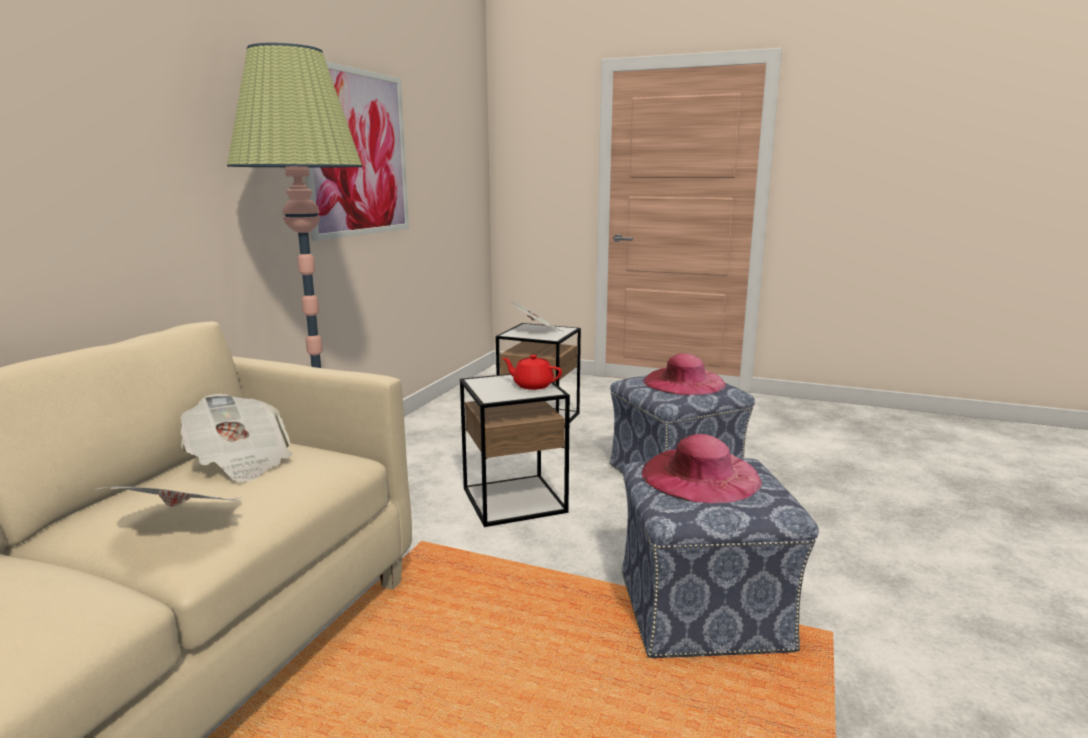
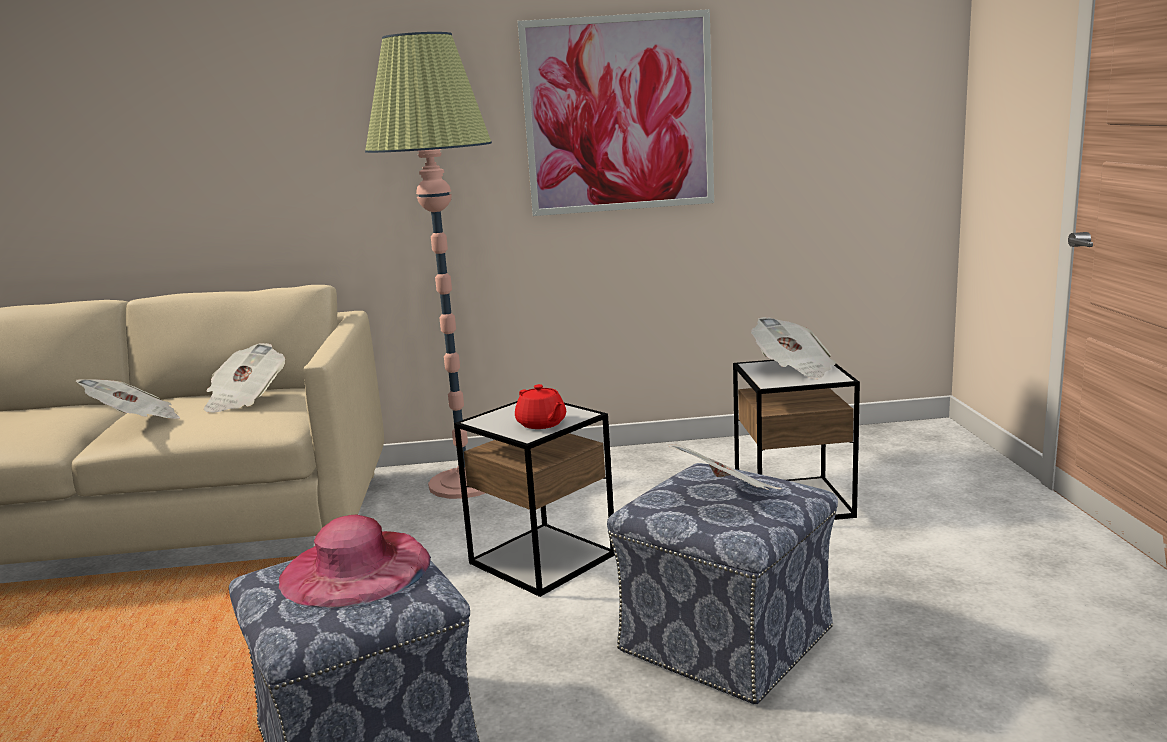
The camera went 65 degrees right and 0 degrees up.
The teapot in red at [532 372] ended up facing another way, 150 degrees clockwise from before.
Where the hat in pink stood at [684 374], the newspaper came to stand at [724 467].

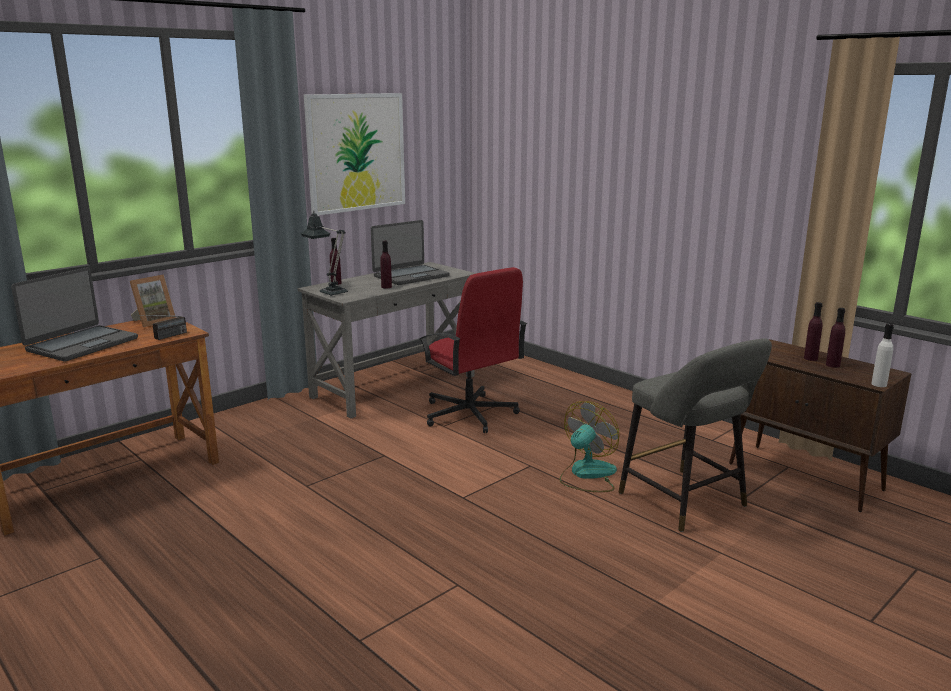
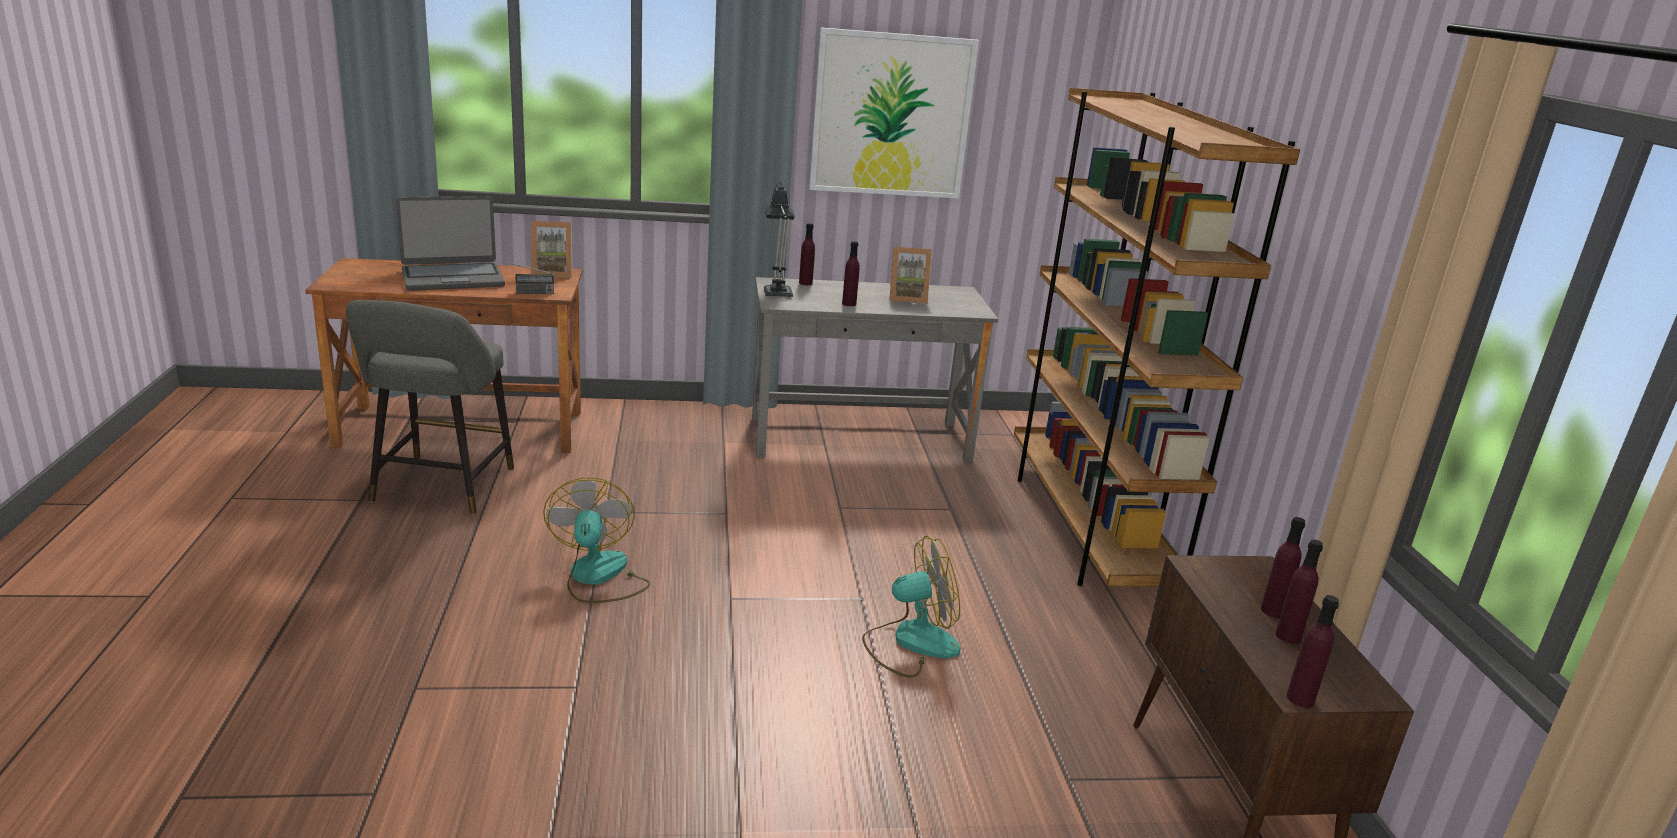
The camera went 35 degrees right and 5 degrees up.
The stool in grey ended up elsewhere, having gone from [695 435] to [430 407].
The second view gained the fan at [596 540].
Where the laptop stood at [410 252], the picture frame came to stand at [910 275].
The second view gained the bookcase in brown at [1157 337].
What was the bottle in white at [882 355] turned into the bottle in purple at [1312 651].
The second view lost the office chair in red at [473 350].

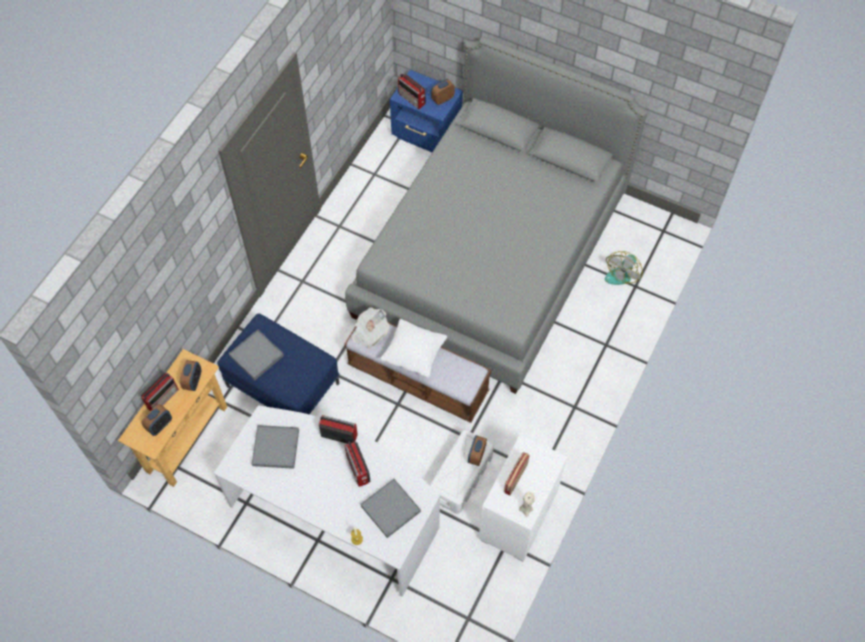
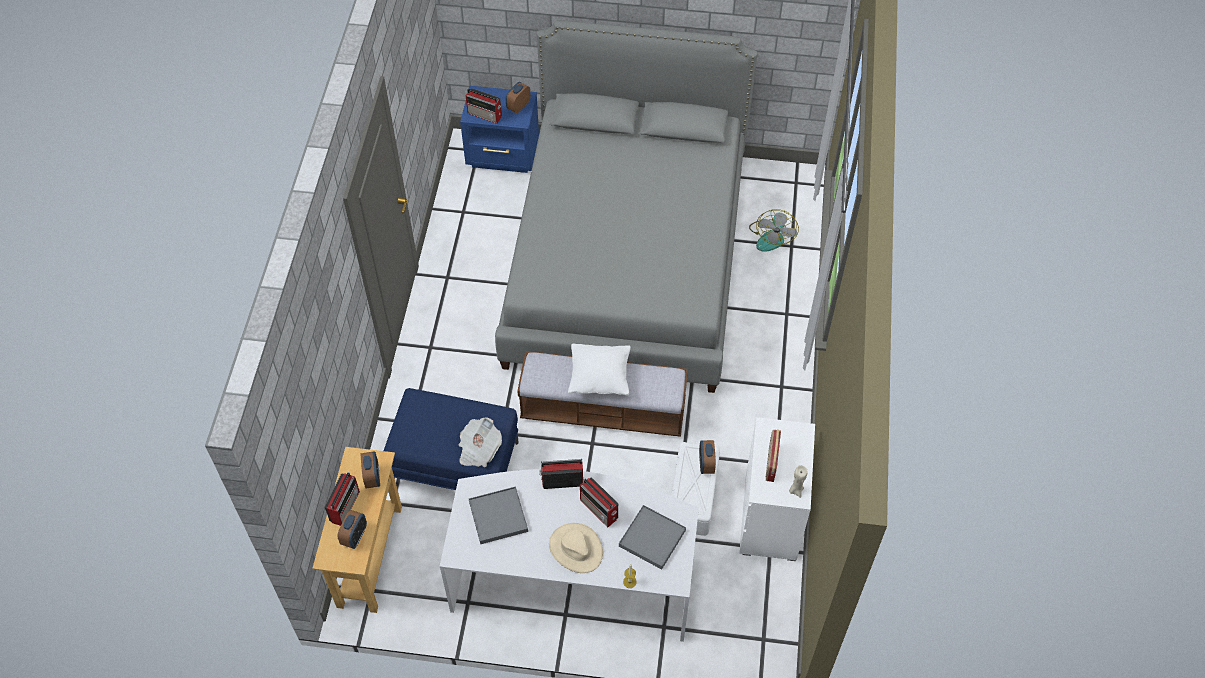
The camera went 20 degrees left and 5 degrees down.
The newspaper ended up elsewhere, having gone from [370 328] to [480 442].
The second view gained the hat in beige at [576 548].
The second view lost the tray in grey at [256 354].

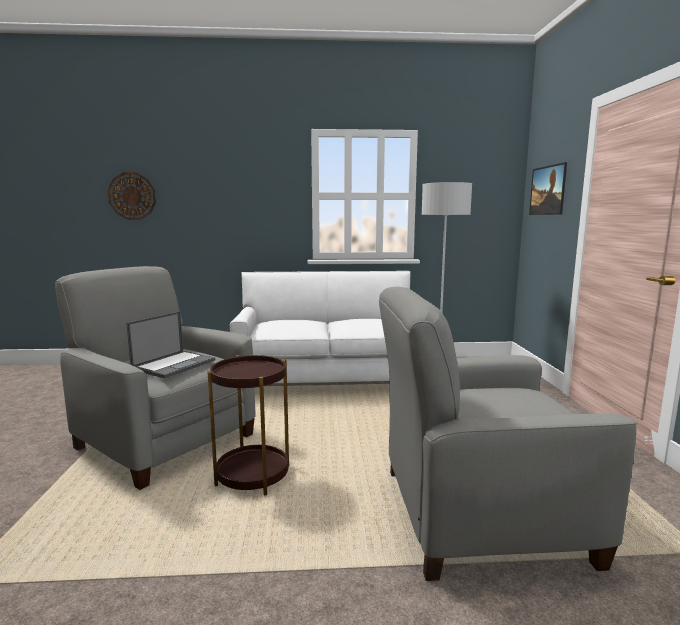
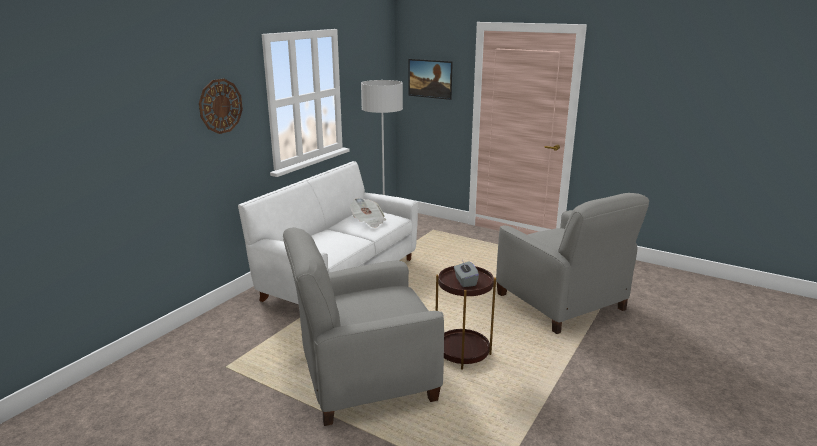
The camera went 55 degrees left and 10 degrees up.
The wall clock ended up elsewhere, having gone from [132 196] to [221 106].
The second view gained the newspaper at [368 213].
The second view gained the tissue box in grey at [466 273].
The armchair in grey at [508 434] ended up facing another way, 60 degrees counterclockwise from before.
The second view lost the laptop at [170 344].

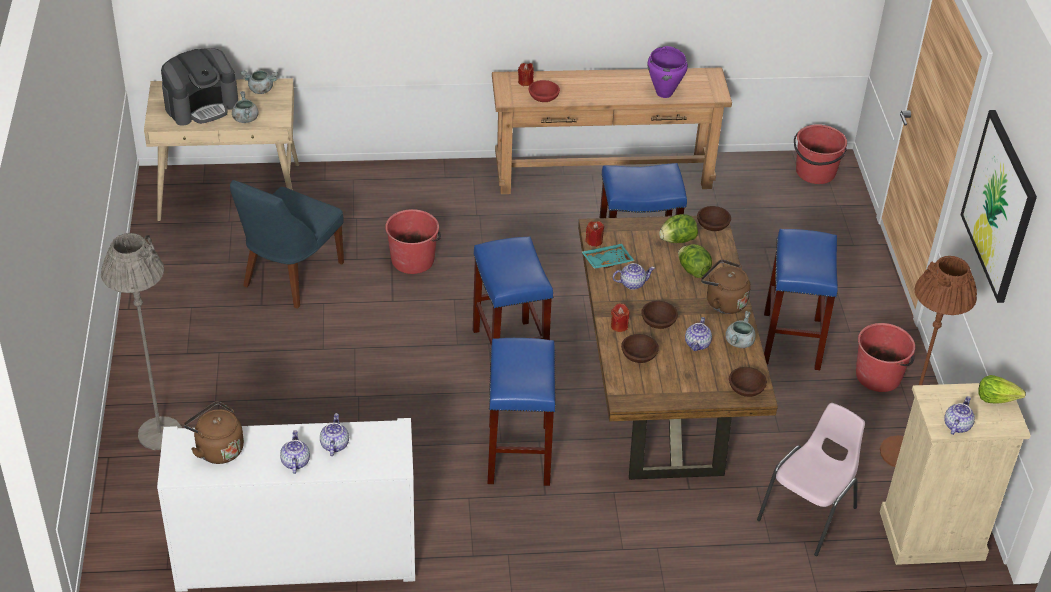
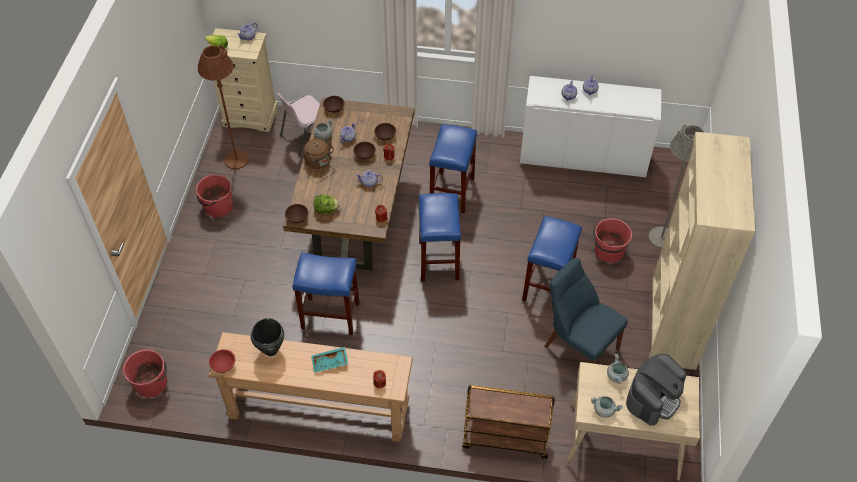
The camera went 165 degrees left and 10 degrees up.
The bowl in red ended up elsewhere, having gone from [544 91] to [222 361].
What was the cooking pot in purple at [667 72] turned into the cooking pot in black at [267 337].
The tray in turquoise ended up elsewhere, having gone from [608 256] to [329 360].
The second view gained the cart in brown at [508 422].
The stool in blue ended up elsewhere, having gone from [801 299] to [552 259].
The chair in blue at [287 244] ended up facing another way, 90 degrees counterclockwise from before.
The bucket in red ended up elsewhere, having gone from [413 241] to [612 240].
The coffee machine at [199 87] ended up facing another way, 150 degrees clockwise from before.
The second view gained the bookcase in beige at [702 251].
The second view lost the kettle in brown at [214 432].
The second view lost the lettuce at [695 261].
The second view lost the picture at [998 206].

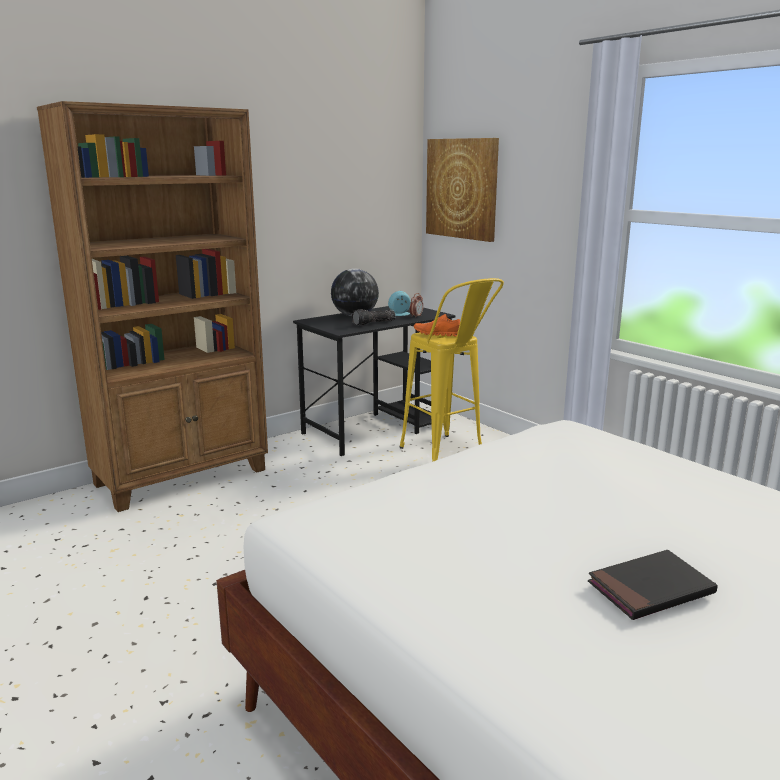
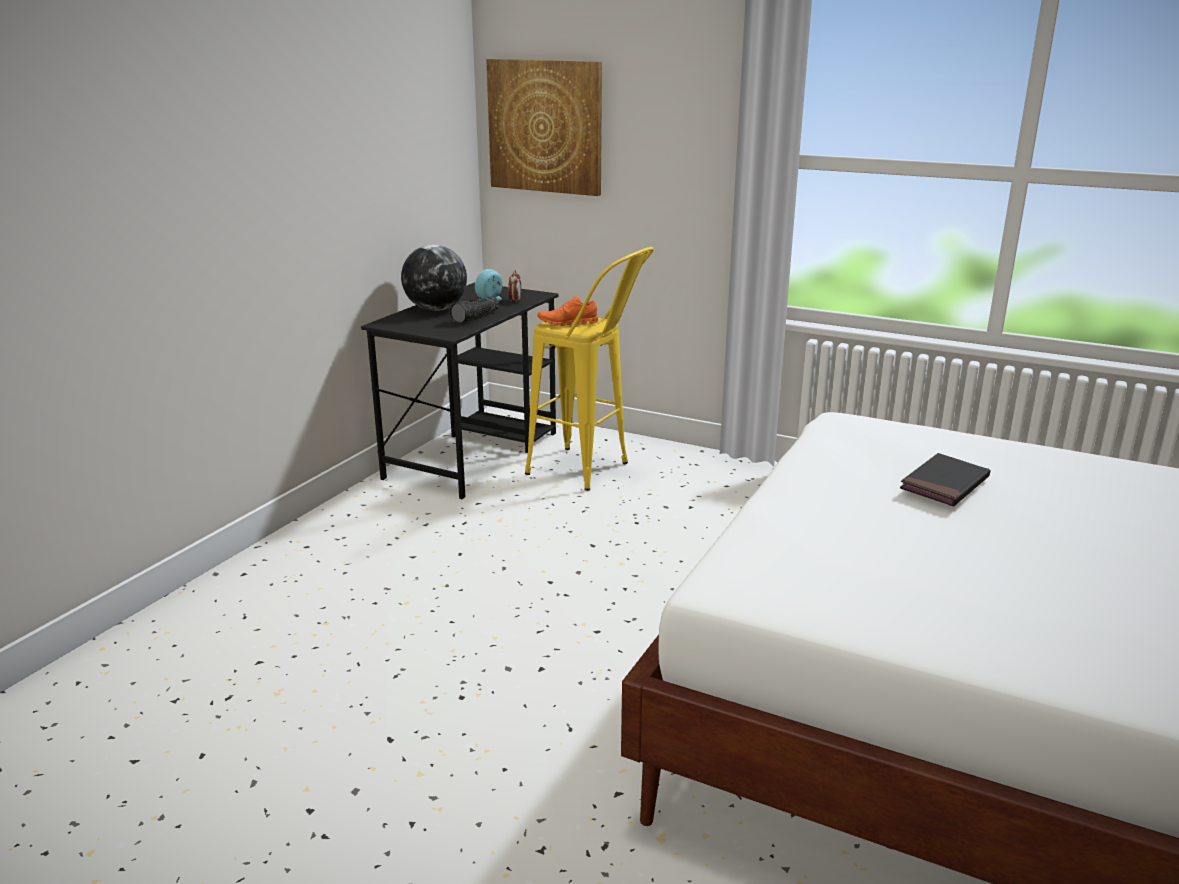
The camera went 25 degrees left and 5 degrees up.
The book in black ended up elsewhere, having gone from [653 585] to [945 479].
The second view lost the bookcase in brown at [152 306].

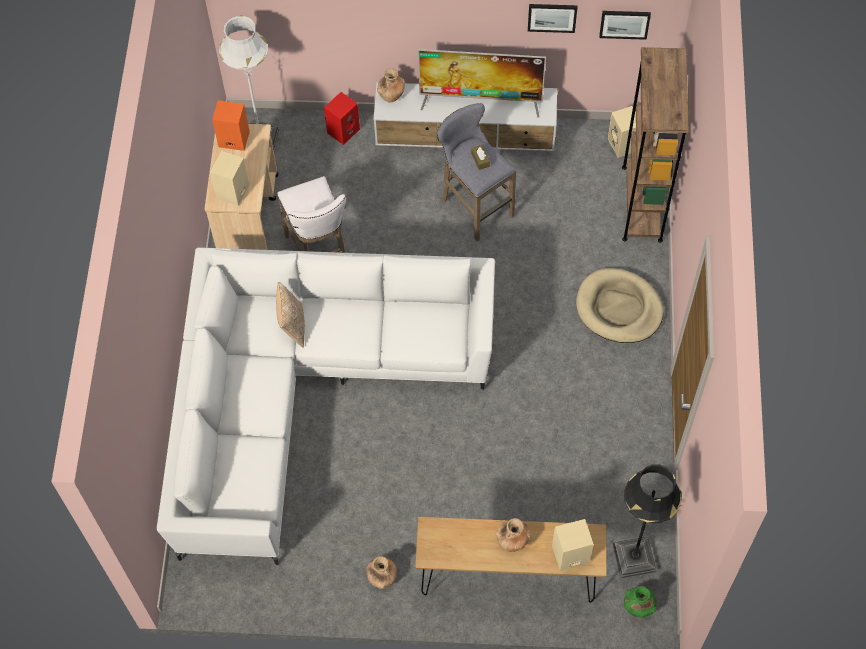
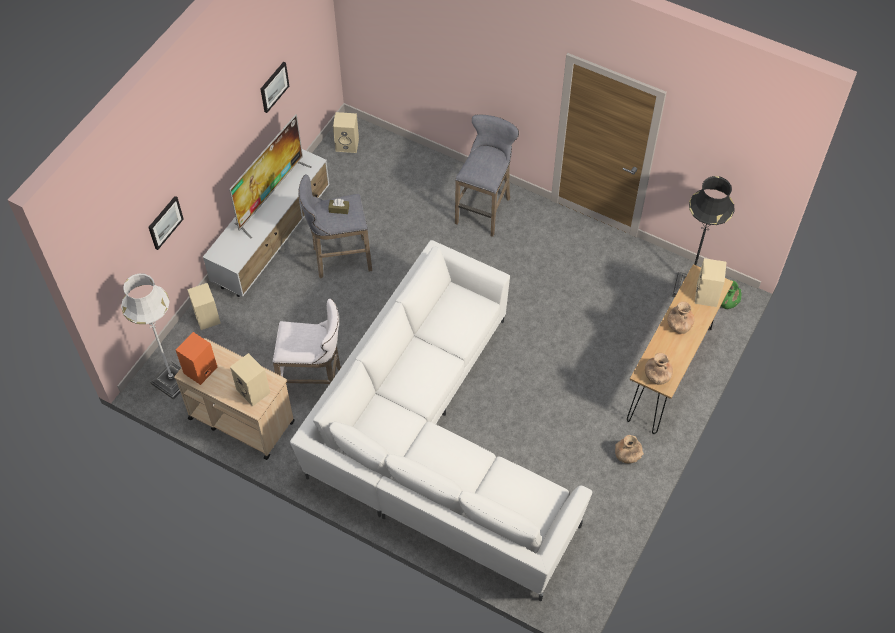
The camera went 65 degrees left and 5 degrees down.
The picture ended up elsewhere, having gone from [625 25] to [166 223].
What was the speaker in red at [342 118] turned into the speaker in beige at [204 306].
Where the dog bed in beige stood at [620 305], the stool in grey came to stand at [487 176].
The vase in brown ended up elsewhere, having gone from [391 85] to [659 369].
The second view lost the pillow at [290 315].
The second view lost the bookcase in brown at [655 145].

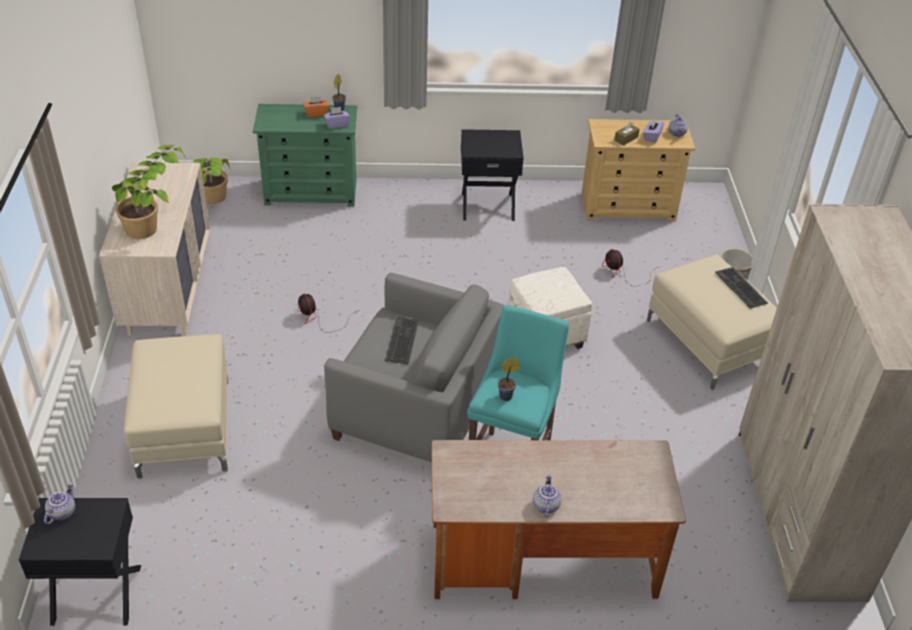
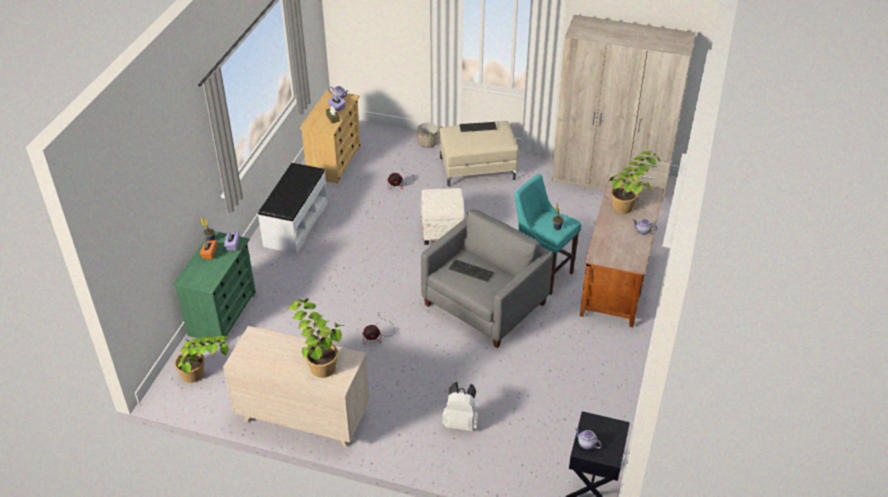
The camera went 70 degrees left and 0 degrees up.
Where the nightstand in black stood at [492 175], the bench in white came to stand at [293 208].
Where the ottoman in beige stood at [176 407], the backpack in white came to stand at [460 406].
The second view gained the potted plant at [635 182].

